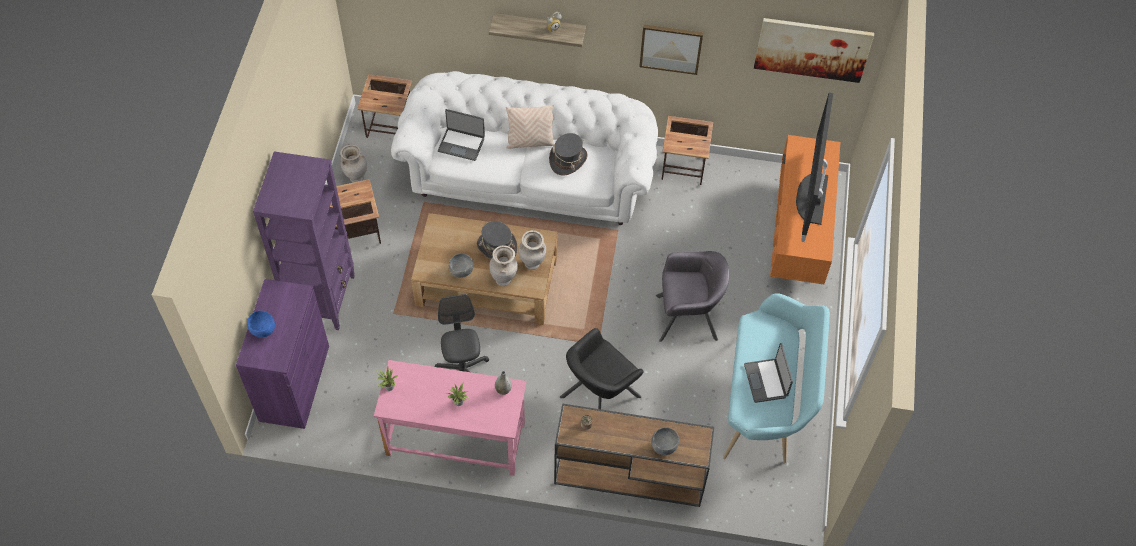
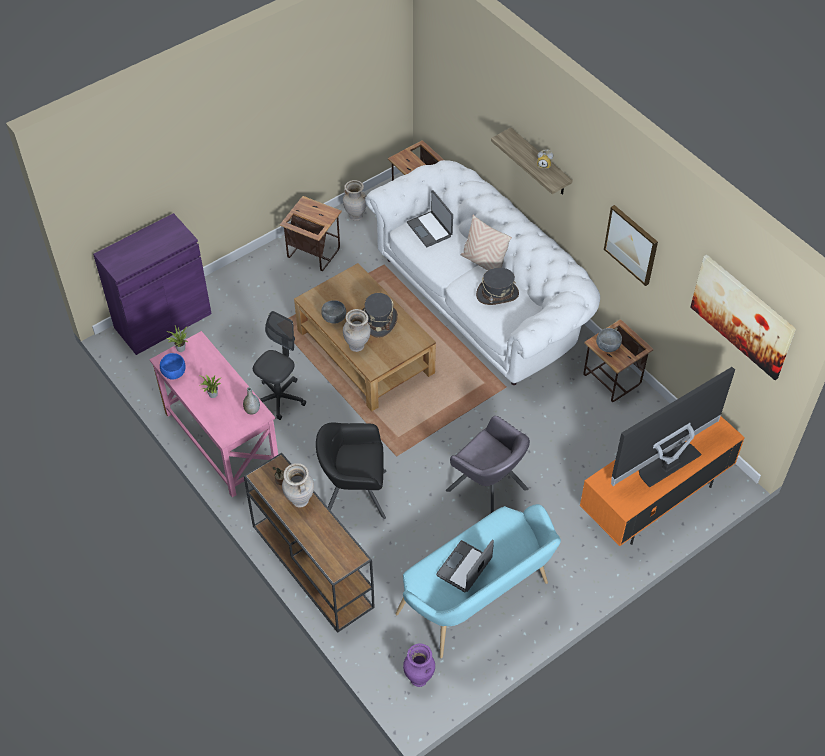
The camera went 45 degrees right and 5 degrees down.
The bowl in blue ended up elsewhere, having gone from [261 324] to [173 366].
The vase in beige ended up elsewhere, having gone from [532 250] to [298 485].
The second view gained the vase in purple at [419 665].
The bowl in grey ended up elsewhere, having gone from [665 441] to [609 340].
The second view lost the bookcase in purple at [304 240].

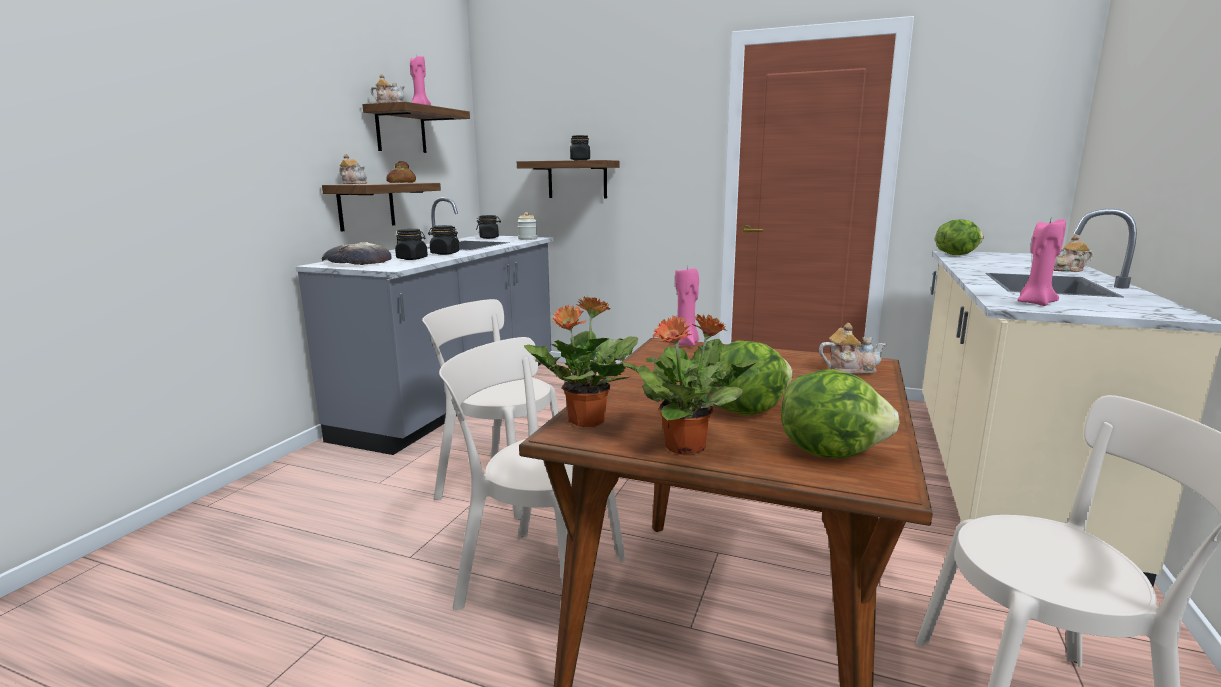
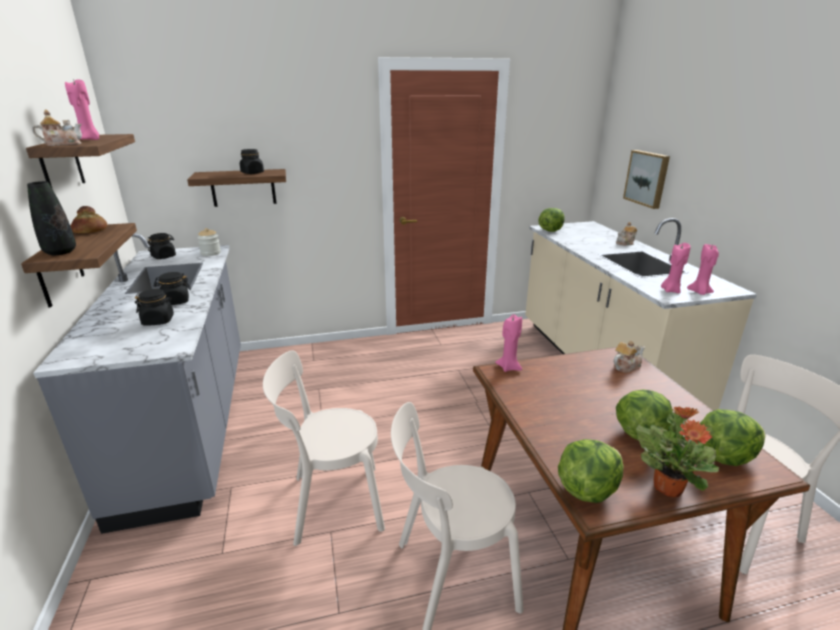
The camera went 35 degrees left and 10 degrees up.
Where the teapot stood at [353 169], the vase in black came to stand at [51 218].
Where the potted plant stood at [581 361], the lettuce came to stand at [591 471].
The second view gained the picture at [646 179].
The second view gained the candle in pink at [703 269].
The second view lost the bread at [357 253].

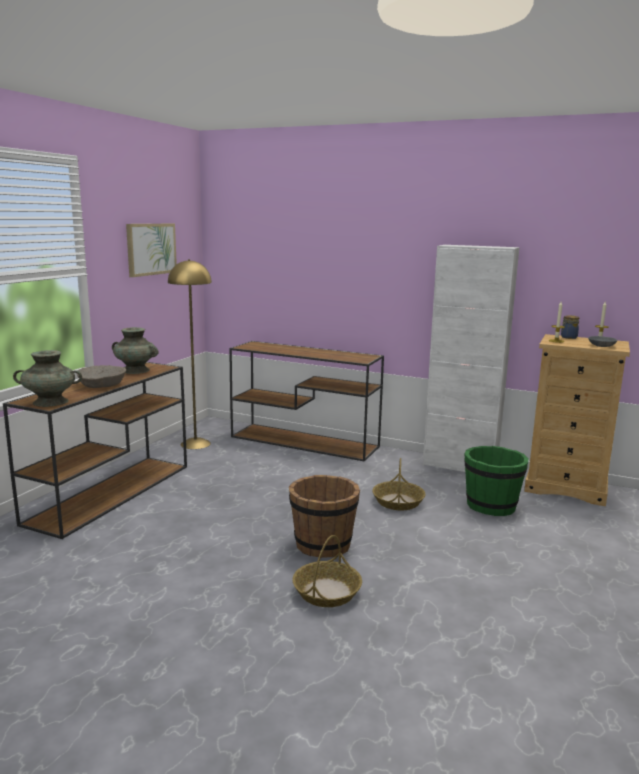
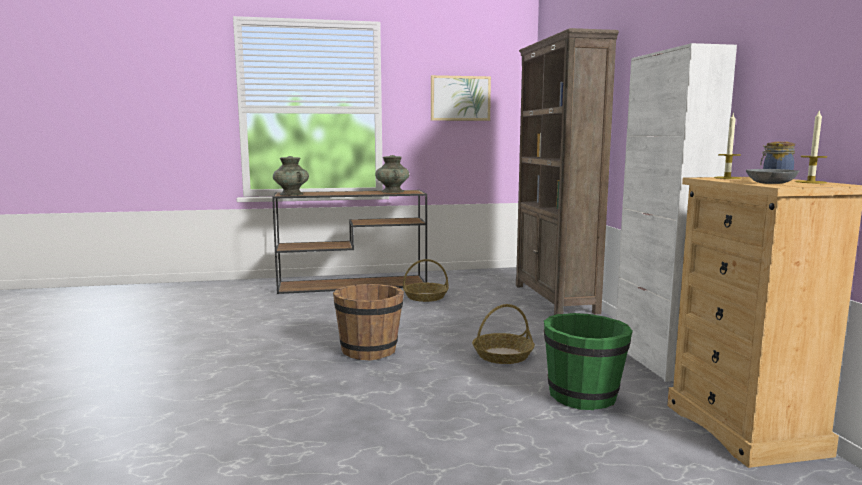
The camera went 55 degrees right and 5 degrees down.
The basket ended up elsewhere, having gone from [327 571] to [426 280].
Where the console table in brown stood at [306 401], the bookcase in brown came to stand at [567 171].
The second view lost the bowl in beige at [101 376].
The second view lost the floor lamp in yellow at [190 354].

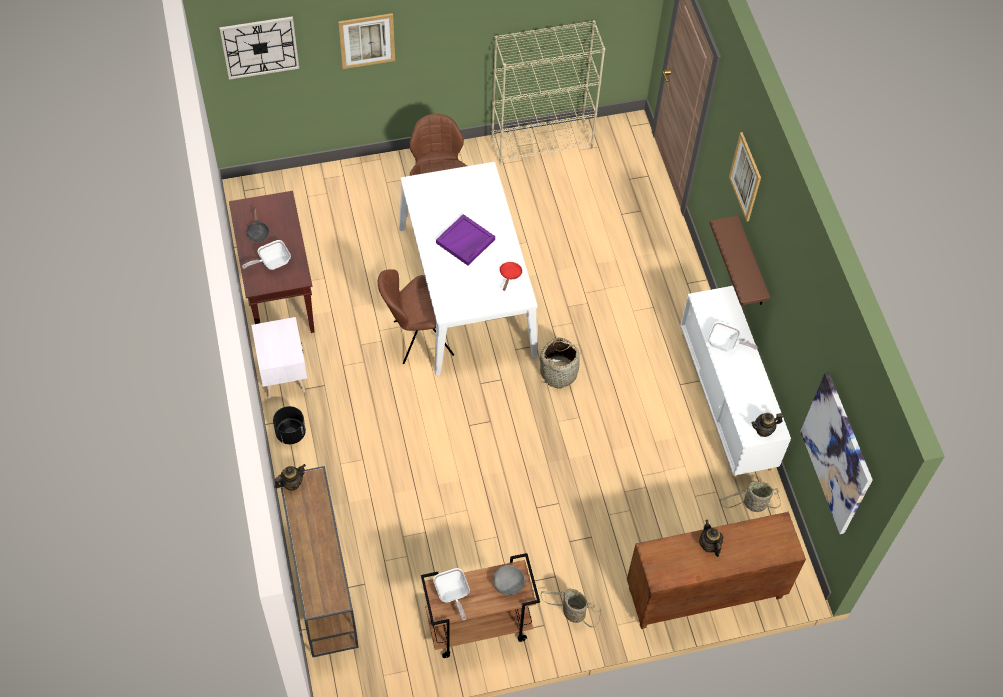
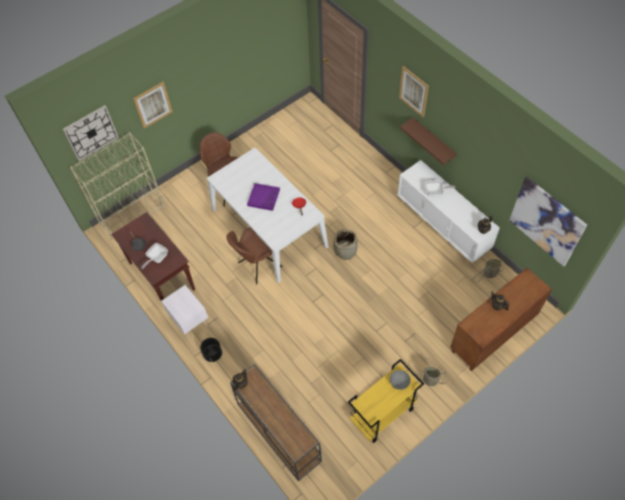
The camera went 20 degrees left and 0 degrees up.
The bookcase in beige ended up elsewhere, having gone from [548 92] to [117 186].
What was the cart in brown at [480 605] turned into the cart in yellow at [386 401].
The second view lost the frying pan at [451 594].

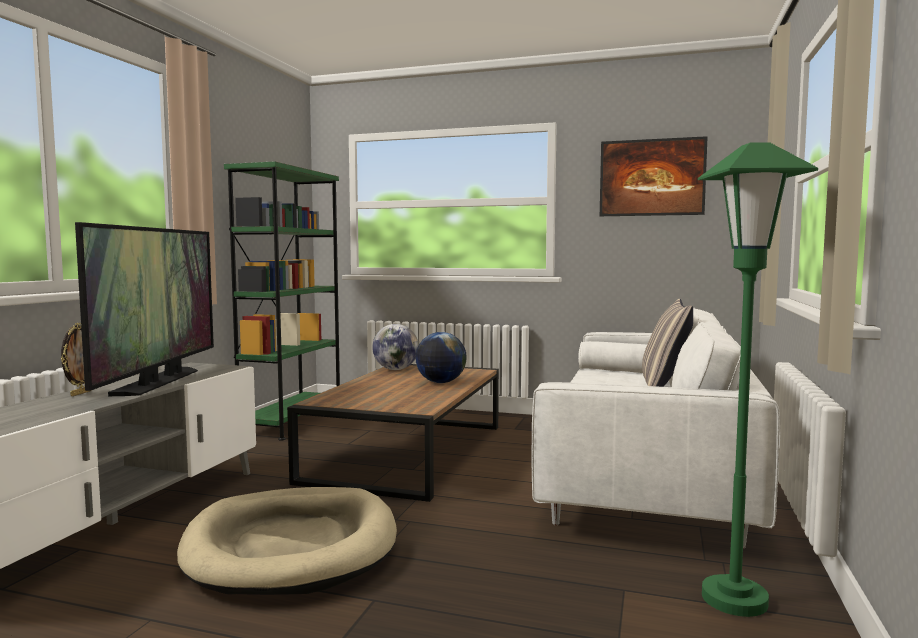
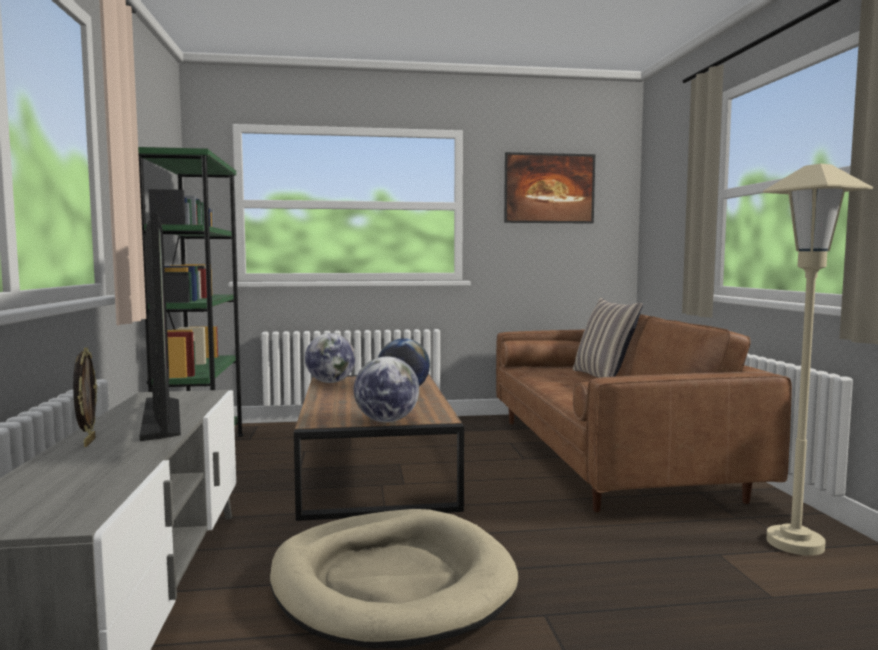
The camera went 25 degrees left and 0 degrees up.
The second view gained the globe at [386 389].
What was the sofa in white at [656 428] turned into the sofa in brown at [644 413].
What was the floor lamp in green at [758 380] turned into the floor lamp in beige at [818 359].

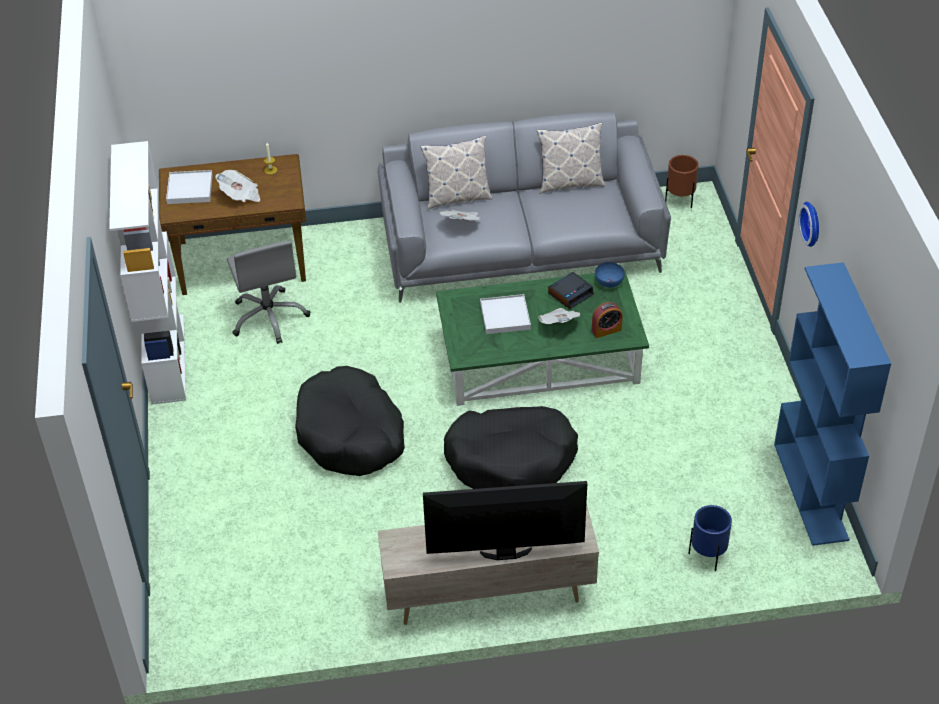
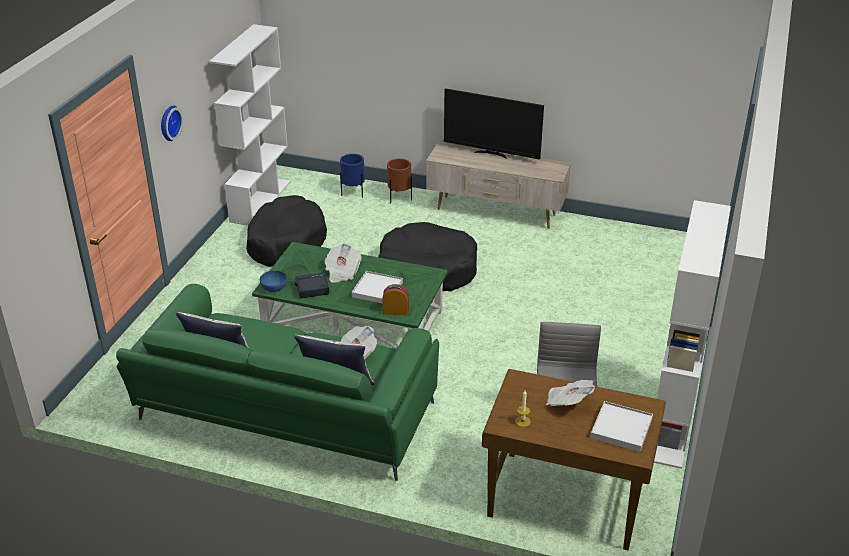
The camera went 155 degrees left and 10 degrees down.
What was the sofa in grey at [524 207] turned into the sofa in green at [277 382].
What was the bookcase in blue at [832 404] turned into the bookcase in white at [250 125].
The dog bed in black ended up elsewhere, having gone from [350 421] to [286 231].
The alarm clock ended up elsewhere, having gone from [607 320] to [395 299].
The planter in brown ended up elsewhere, having gone from [682 181] to [399 180].

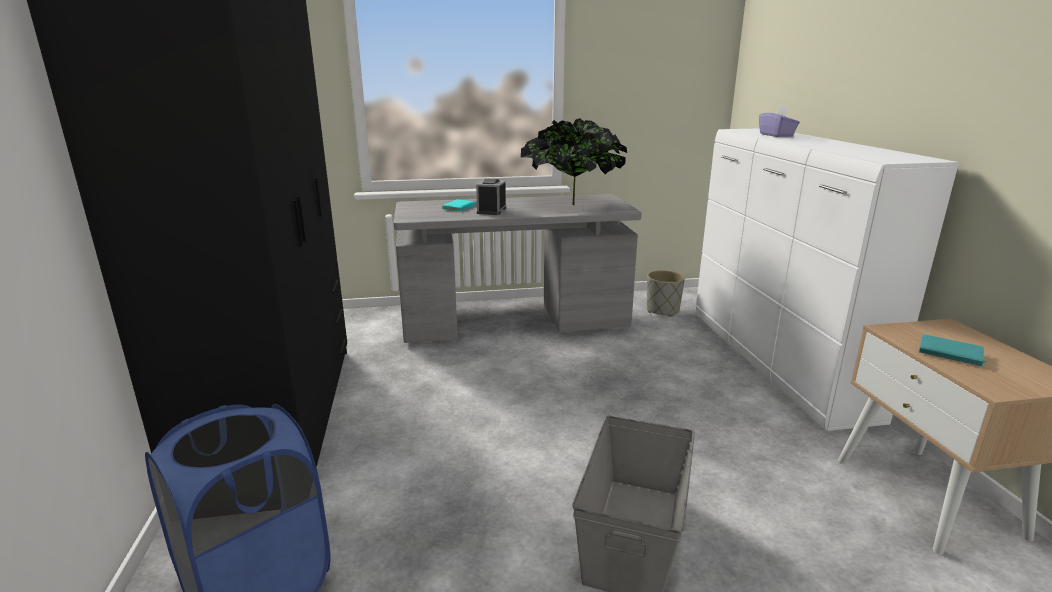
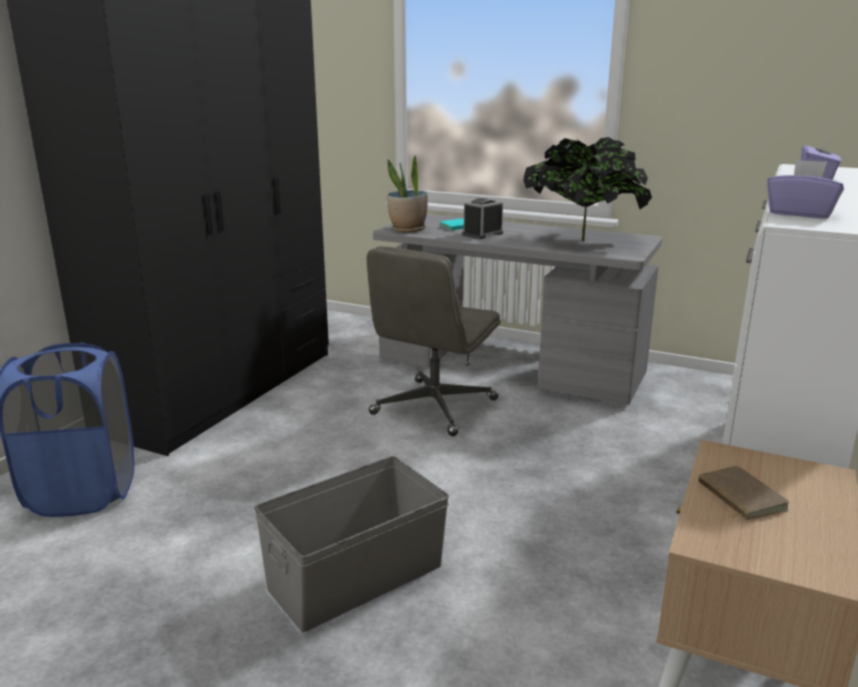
The camera went 35 degrees right and 0 degrees up.
The second view gained the office chair in grey at [434 341].
The second view gained the potted plant at [407 193].
What was the book in turquoise at [953 350] turned into the book in brown at [743 493].
The second view gained the tissue box in purple at [805 189].
The second view lost the planter in grey at [666 293].

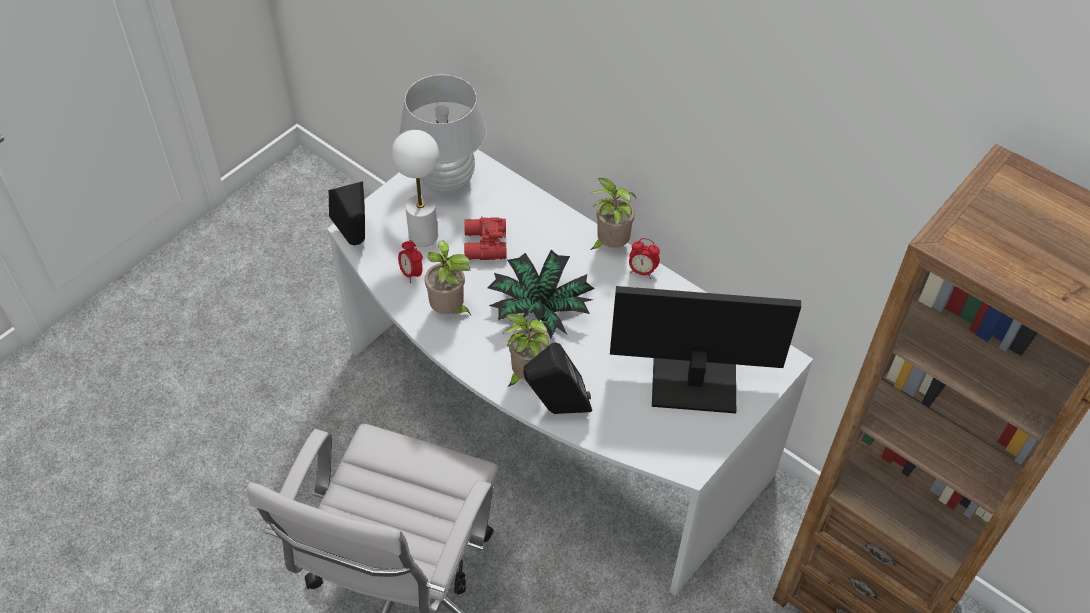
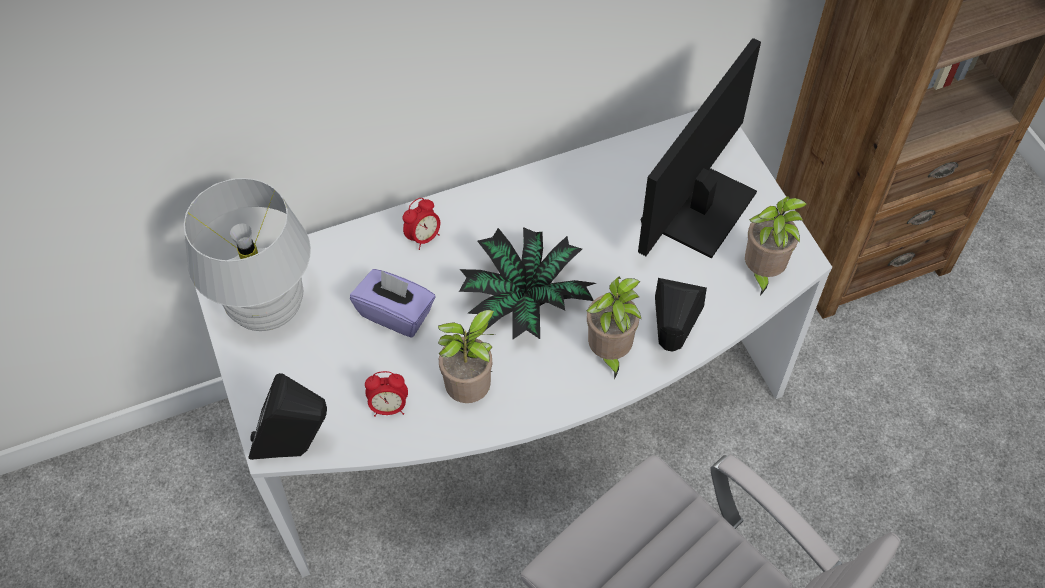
The camera went 60 degrees left and 5 degrees up.
Where the binoculars in red stood at [485 238], the tissue box in purple came to stand at [392 303].
The alarm clock ended up elsewhere, having gone from [644 258] to [421 224].
The potted plant ended up elsewhere, having gone from [613 214] to [776 246].
The second view lost the table lamp in white at [415 188].

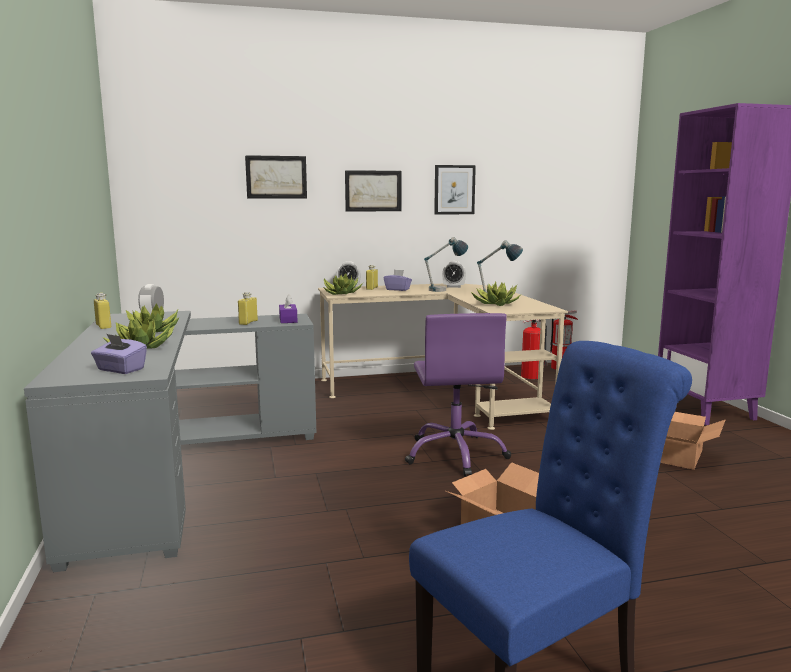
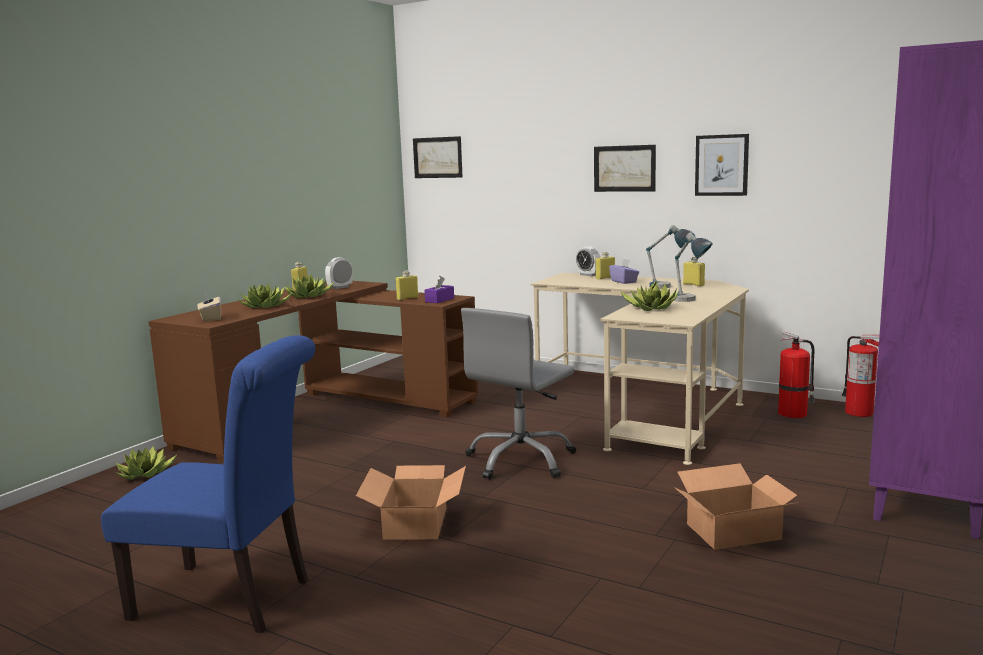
The camera went 45 degrees right and 0 degrees up.
The potted plant ended up elsewhere, having gone from [343 284] to [146 463].
What was the desk in grey at [170 441] turned into the desk in brown at [313 371].
What was the tissue box in purple at [119 354] turned into the tissue box in beige at [209 307].
The picture ended up elsewhere, having gone from [276 177] to [437 157].
What was the office chair in purple at [458 395] turned into the office chair in grey at [518 394].
Where the alarm clock stood at [454 274], the bottle in yellow came to stand at [694 271].

